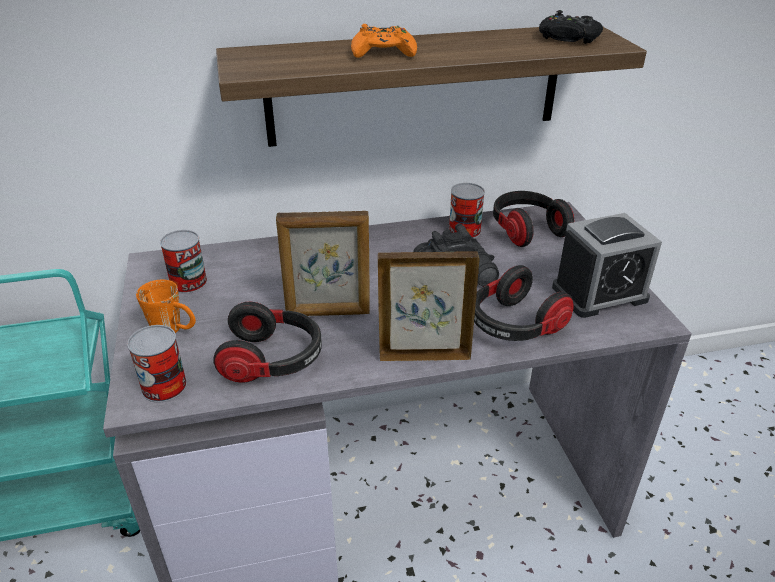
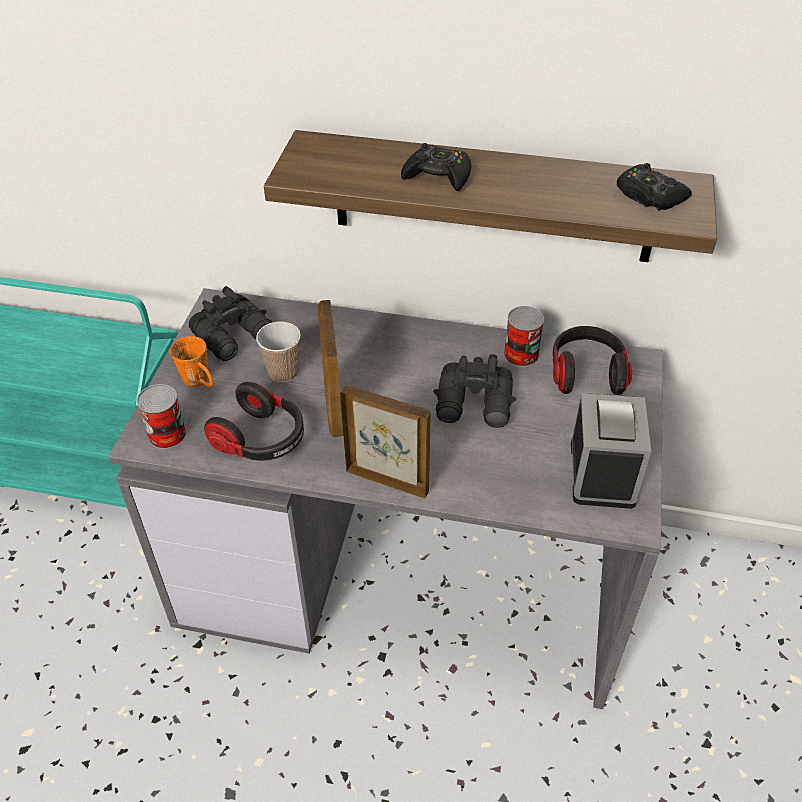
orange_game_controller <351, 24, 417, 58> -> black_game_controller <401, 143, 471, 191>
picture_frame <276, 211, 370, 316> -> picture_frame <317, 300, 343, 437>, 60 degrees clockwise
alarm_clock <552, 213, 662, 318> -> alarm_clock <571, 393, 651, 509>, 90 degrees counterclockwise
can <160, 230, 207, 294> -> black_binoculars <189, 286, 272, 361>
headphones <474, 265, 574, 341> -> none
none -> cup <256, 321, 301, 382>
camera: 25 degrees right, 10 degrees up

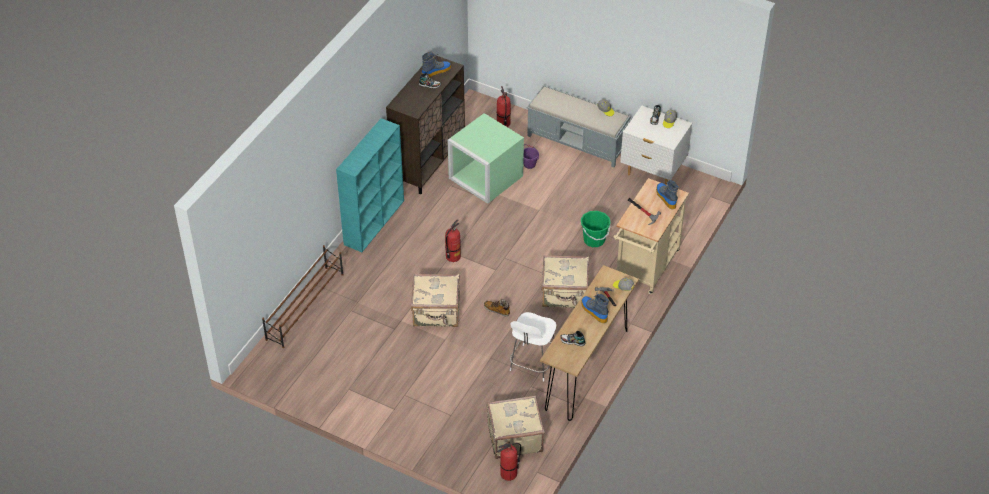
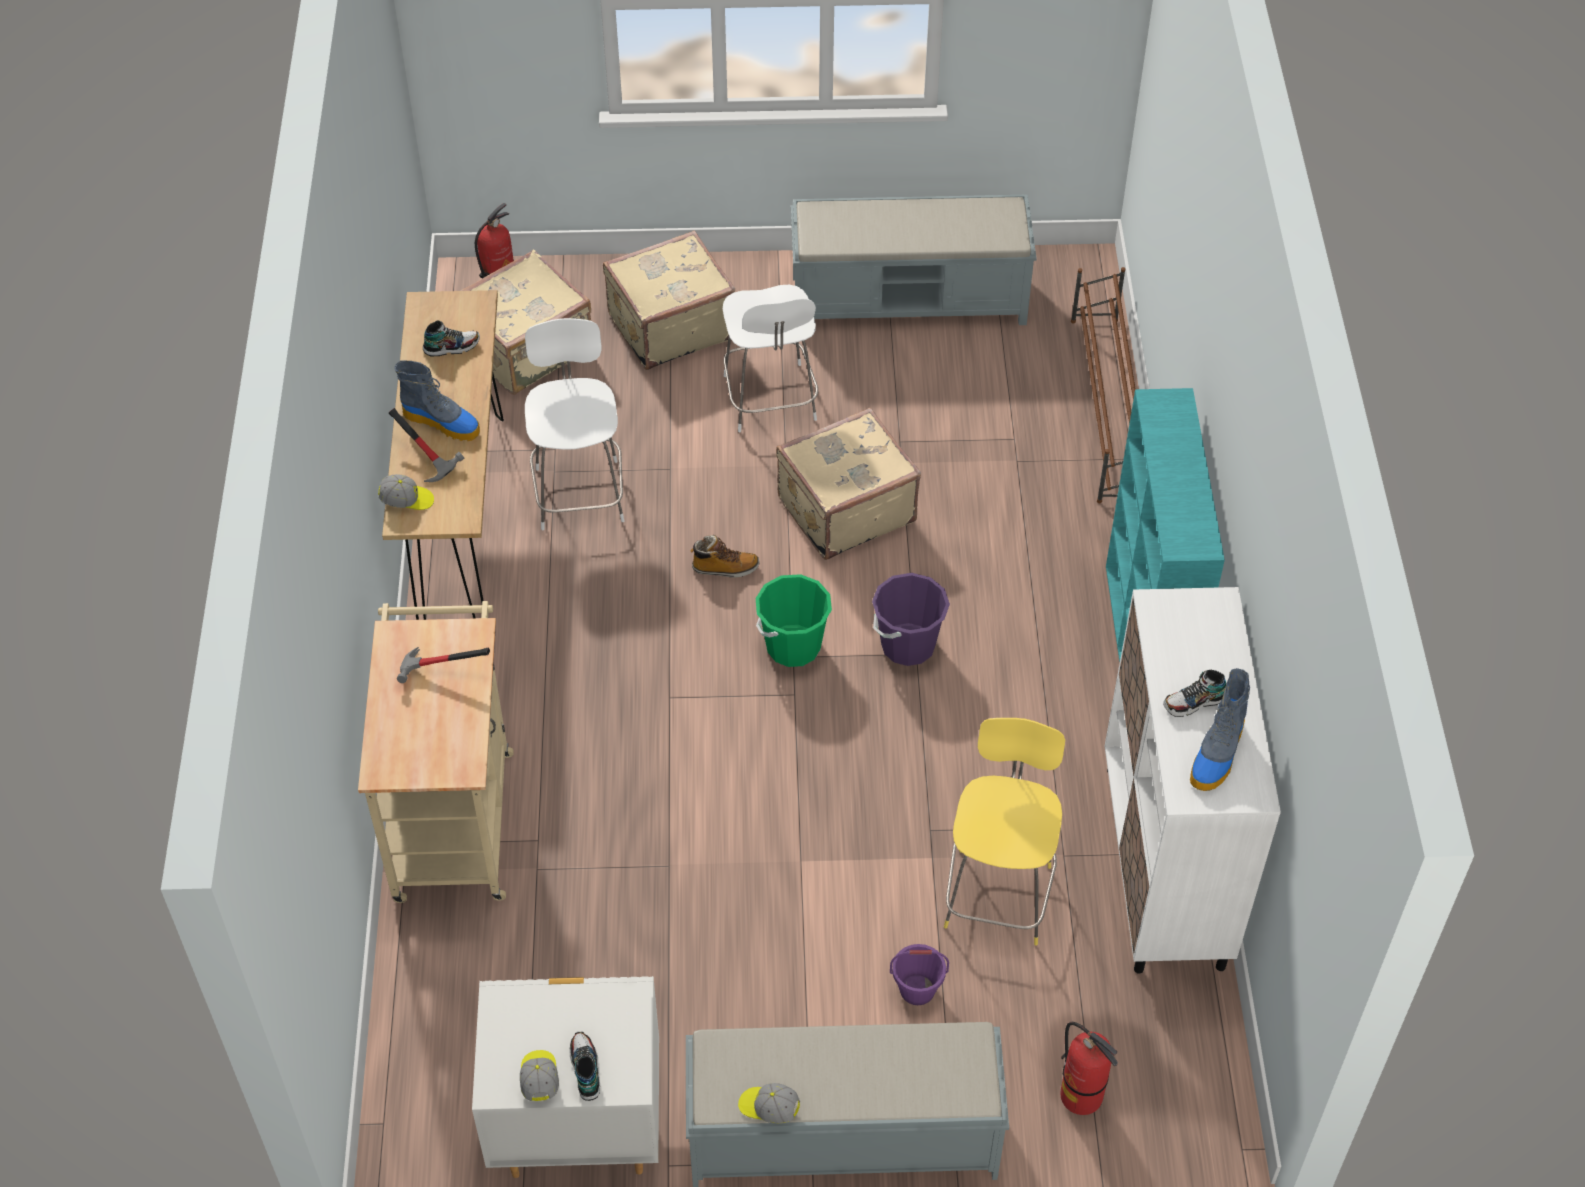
brown_cabinet <386, 56, 465, 194> -> white_cabinet <1105, 587, 1281, 974>
green_storage_box <448, 113, 524, 204> -> yellow_stool <944, 718, 1065, 946>
boot <656, 178, 679, 209> -> none
green_bucket <581, 211, 611, 247> -> green_bucket <756, 574, 832, 667>, shifted
fire_extinguisher <445, 219, 461, 262> -> purple_bucket <872, 573, 950, 666>
beige_suitcase <542, 255, 589, 308> -> beige_suitcase <603, 230, 735, 370>, shifted
none -> grey_bench <791, 194, 1037, 325>
none -> white_stool <723, 285, 818, 432>
camera: 150 degrees right, 5 degrees up

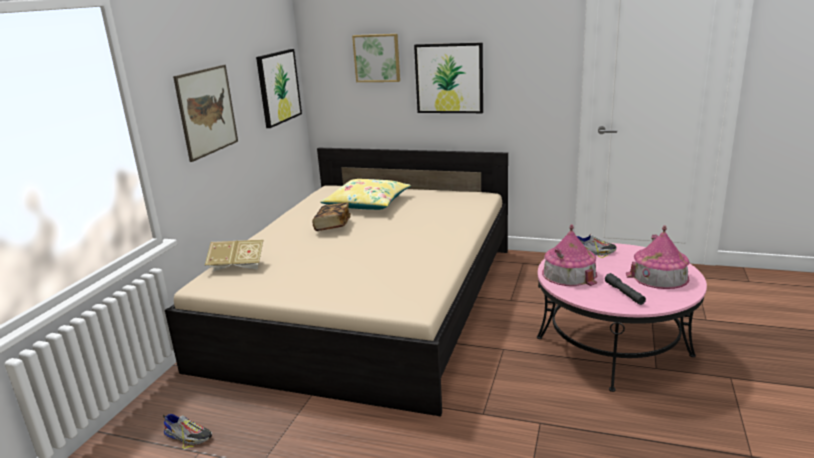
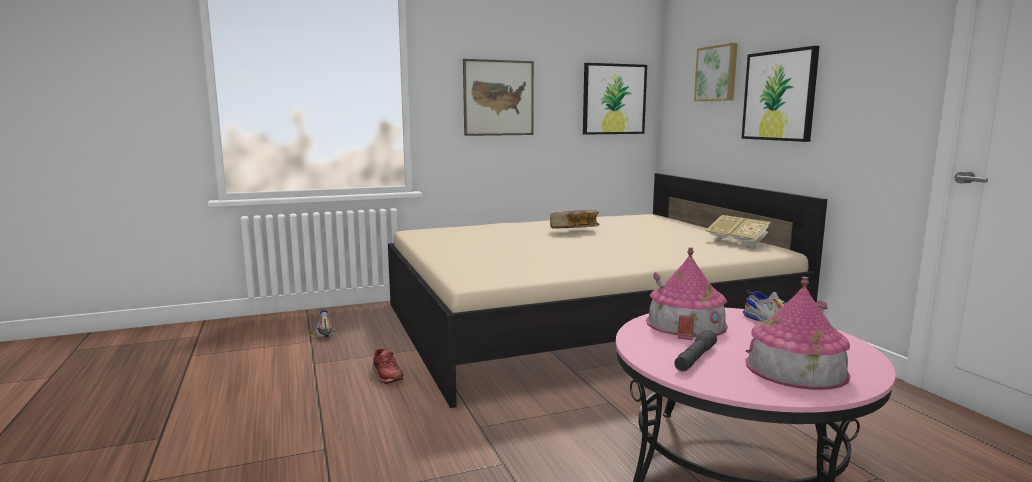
yellow_pillow <320, 179, 411, 210> -> none
book <205, 240, 263, 271> -> book <705, 215, 771, 248>, shifted
none -> red_shoe <373, 349, 403, 384>
camera: 50 degrees right, 10 degrees down

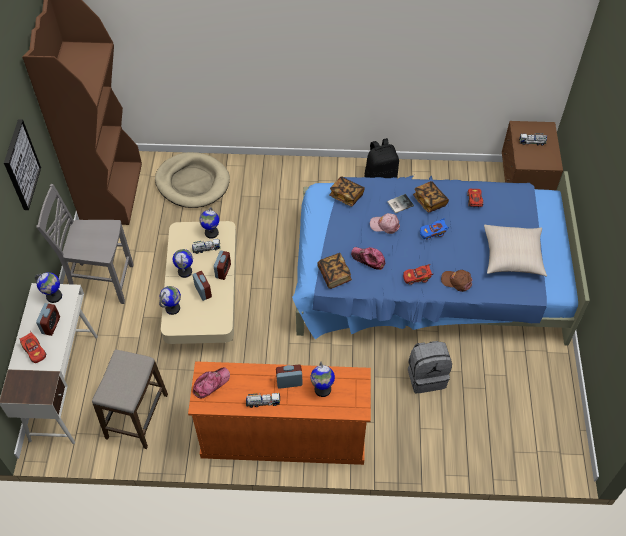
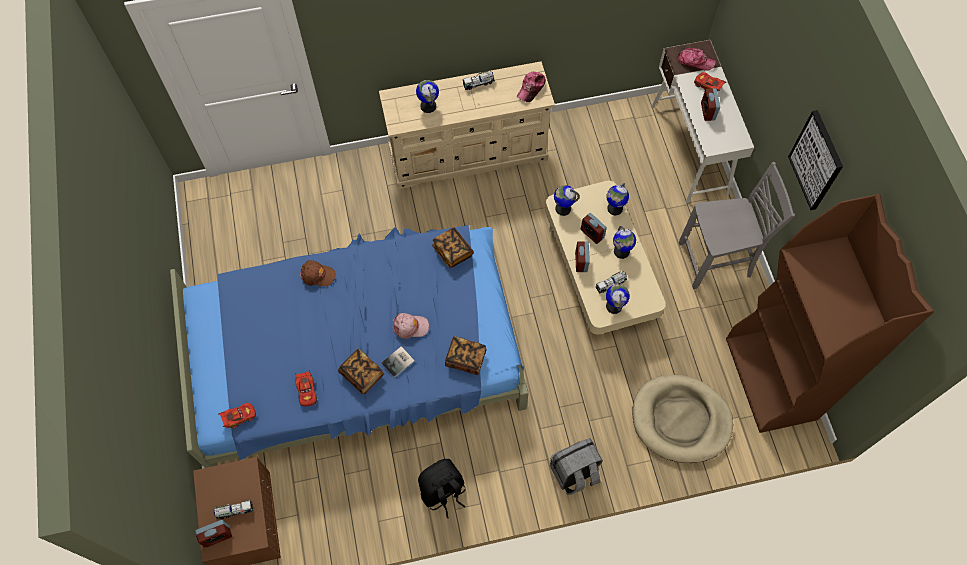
blue_toy_car <420, 218, 449, 240> -> none
beige_pillow <484, 225, 547, 277> -> none
cap <351, 247, 385, 270> -> cap <677, 48, 716, 71>, shifted
red_toy_car <403, 264, 433, 285> -> red_toy_car <219, 403, 256, 429>, shifted
globe <35, 272, 62, 303> -> globe <554, 185, 580, 216>, shifted
grey_backpack <408, 341, 452, 393> -> grey_backpack <550, 438, 603, 495>, shifted
stool <92, 350, 168, 449> -> none
orange_dresser <188, 361, 371, 465> -> beige_dresser <379, 61, 555, 189>
alarm_clock <276, 364, 302, 389> -> alarm_clock <195, 520, 232, 547>, shifted
camera: 165 degrees right, 10 degrees up

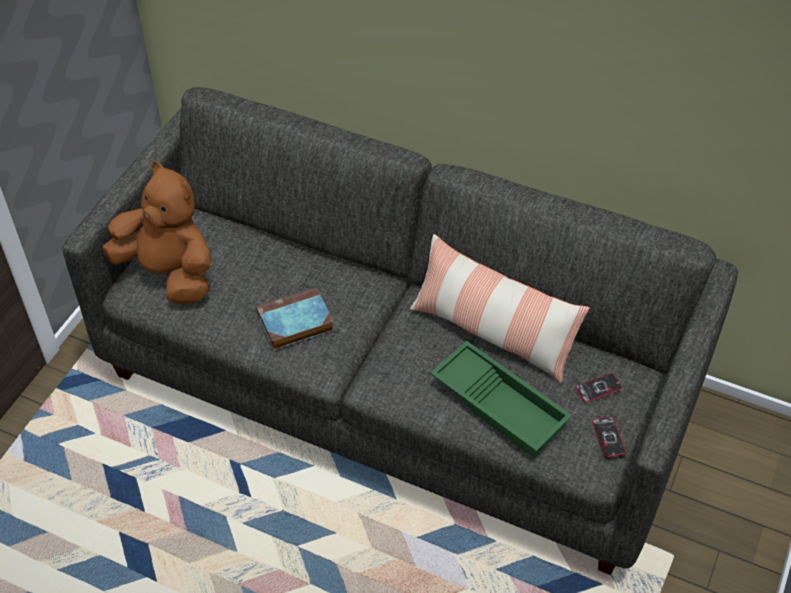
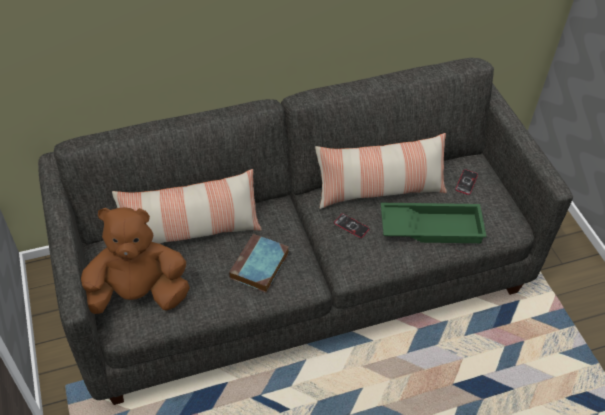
phone <592, 416, 627, 457> -> phone <334, 214, 369, 238>, shifted
none -> pillow <112, 169, 262, 244>
camera: 45 degrees left, 0 degrees up

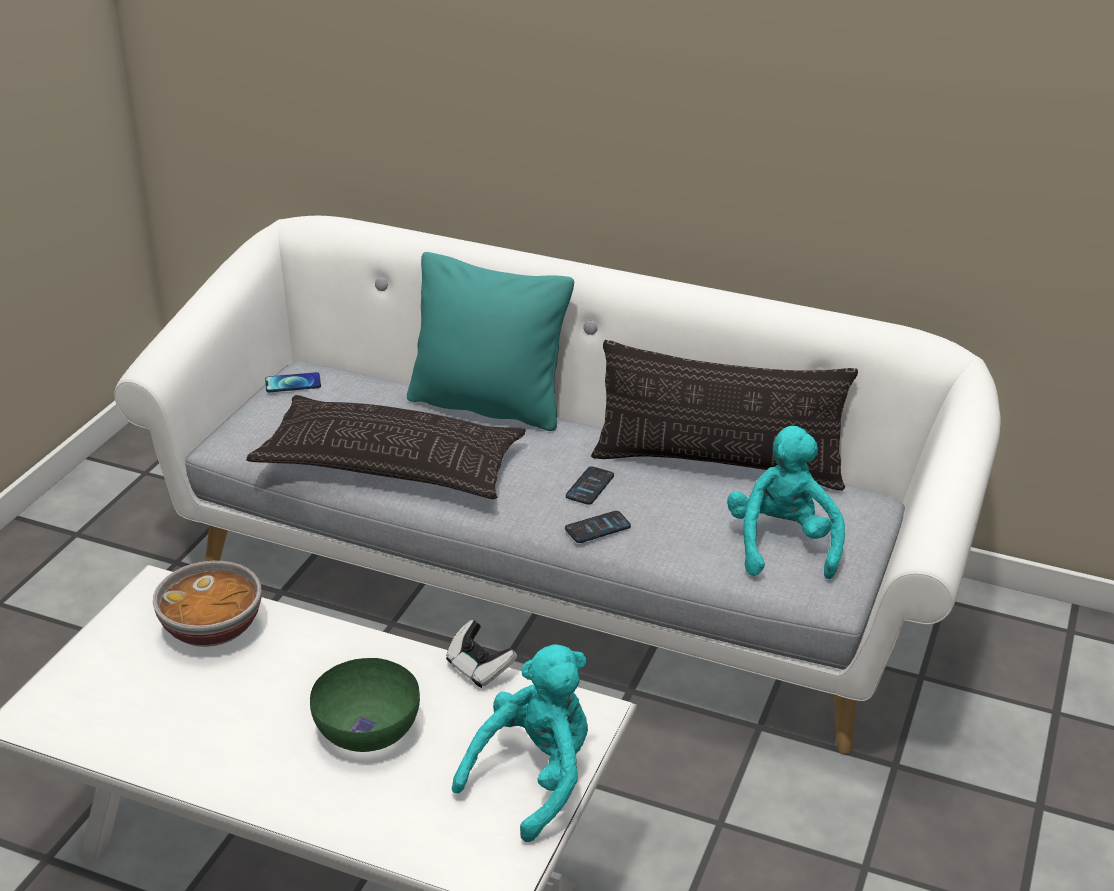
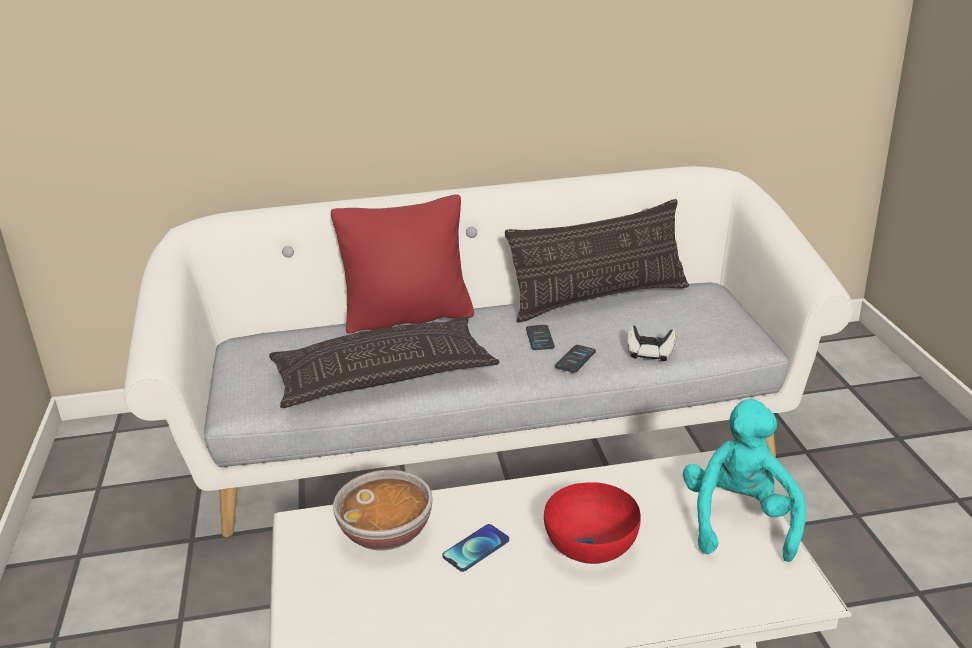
turquoise_pillow <407, 252, 574, 431> -> red_pillow <331, 194, 474, 334>
phone <265, 372, 321, 392> -> phone <442, 524, 509, 572>, shifted
turquoise_plush_toy <727, 426, 845, 579> -> none
game_controller <446, 620, 517, 688> -> game_controller <627, 326, 676, 361>, shifted
green_bowl <310, 658, 420, 752> -> red_bowl <544, 482, 641, 564>
camera: 30 degrees left, 5 degrees down

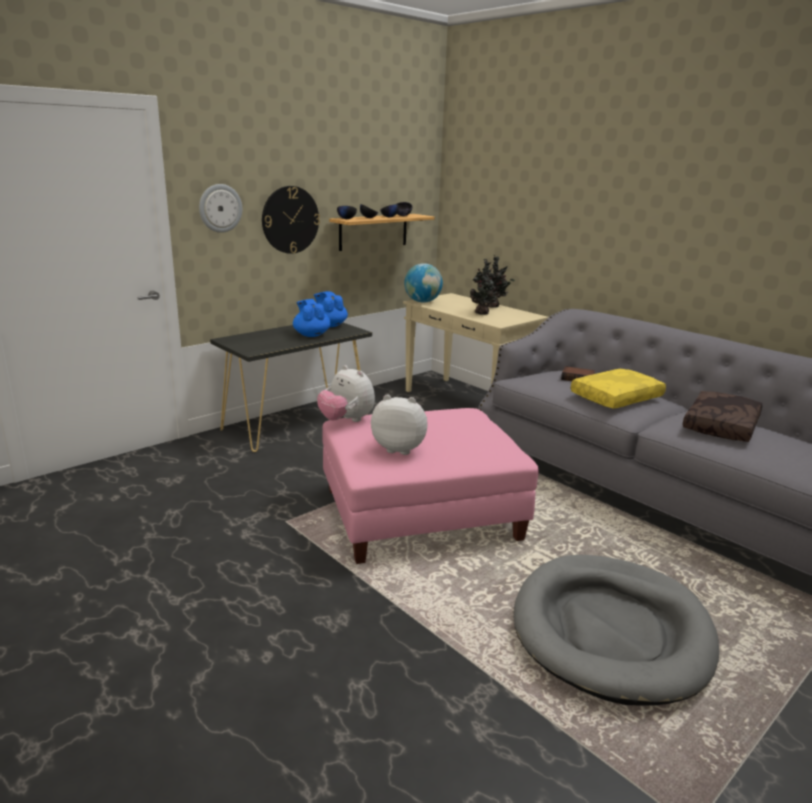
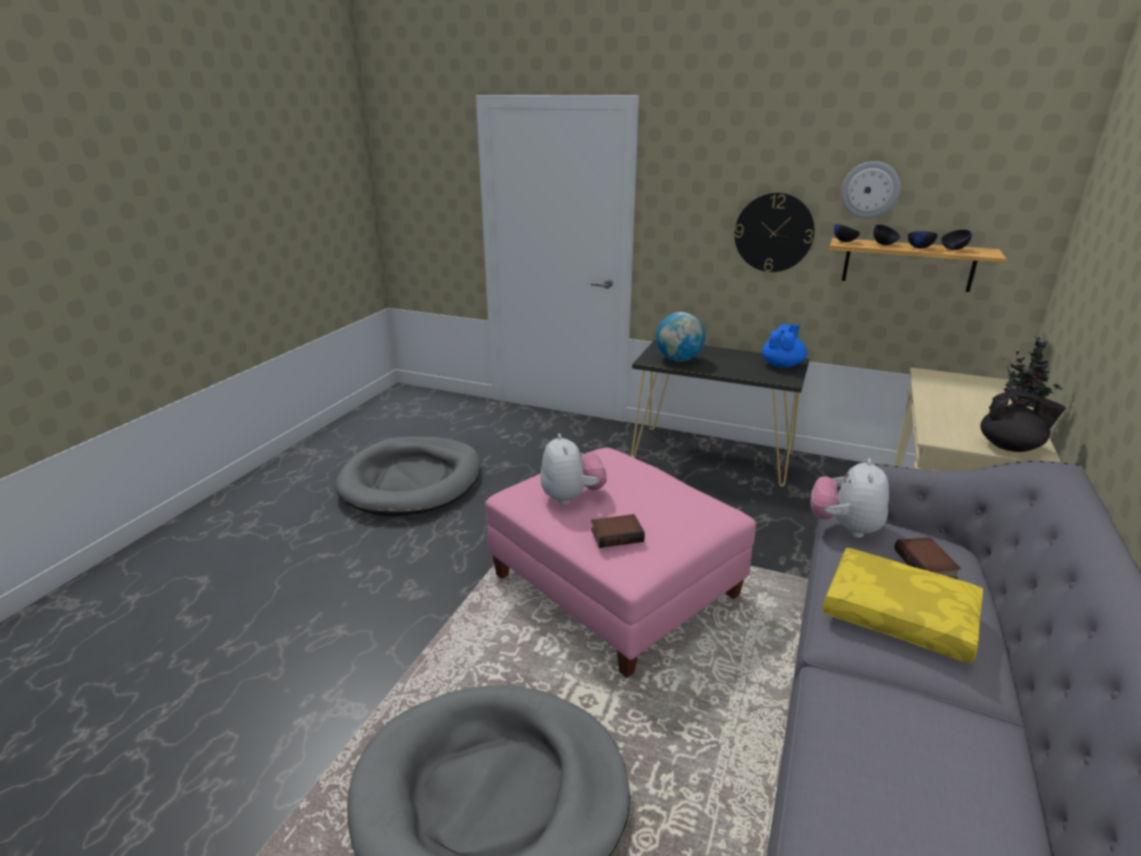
wall_clock <199, 184, 242, 233> -> wall_clock <841, 161, 901, 218>, shifted
potted_plant <470, 259, 498, 315> -> none
globe <404, 263, 443, 303> -> globe <656, 312, 705, 362>, shifted
blue_teapot <293, 299, 331, 337> -> none
plush_toy <317, 365, 375, 422> -> plush_toy <810, 458, 889, 538>, shifted
brown_pillow <683, 391, 762, 442> -> none
none -> black_teapot <980, 391, 1066, 452>
none -> grey_dog_bed <335, 436, 480, 516>
none -> book <591, 514, 645, 548>
camera: 65 degrees right, 5 degrees up

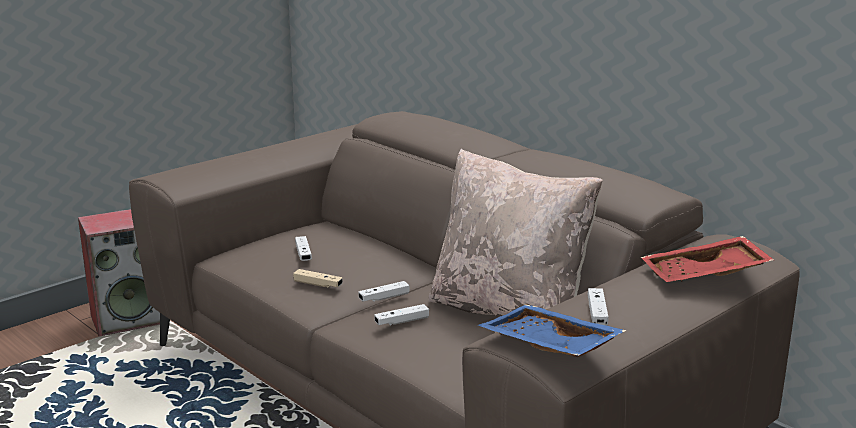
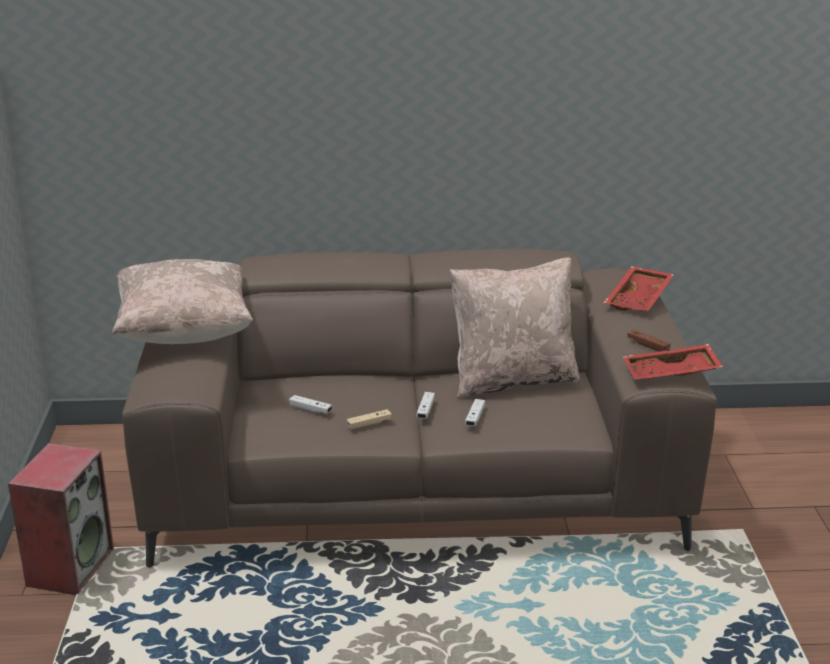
white_game_controller <588, 288, 609, 326> -> brown_game_controller <627, 329, 670, 351>
blue_tray <478, 305, 627, 357> -> red_tray <623, 344, 723, 380>
none -> beige_pillow <112, 259, 253, 344>
camera: 50 degrees left, 5 degrees up

